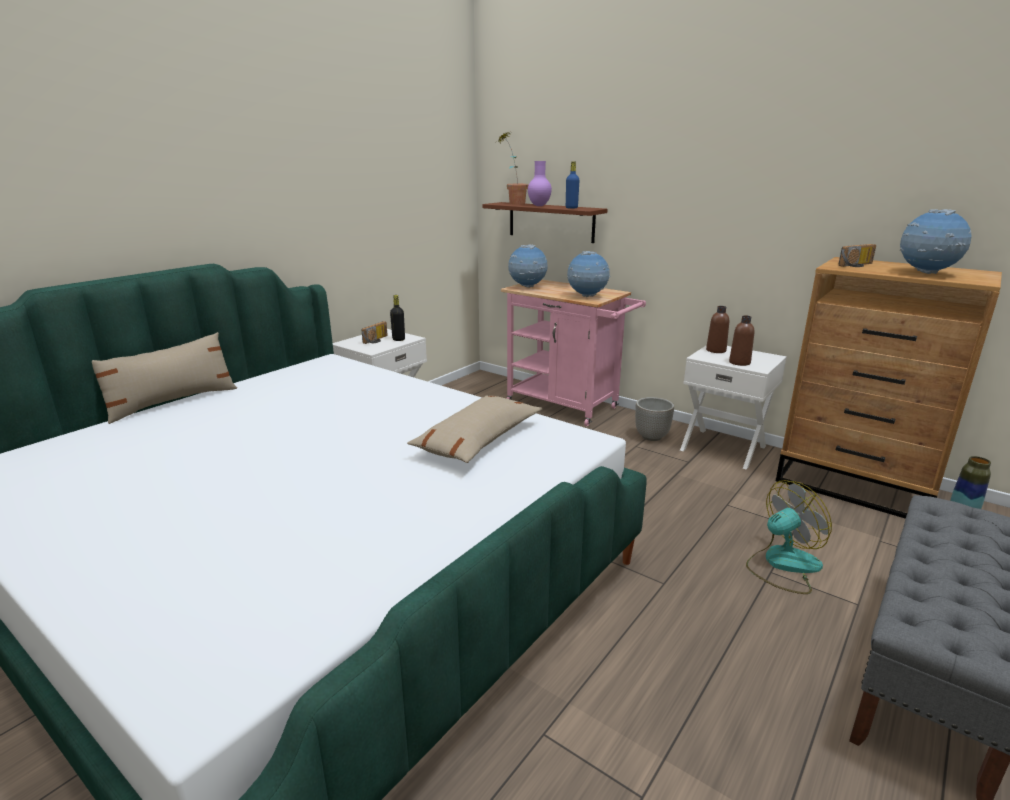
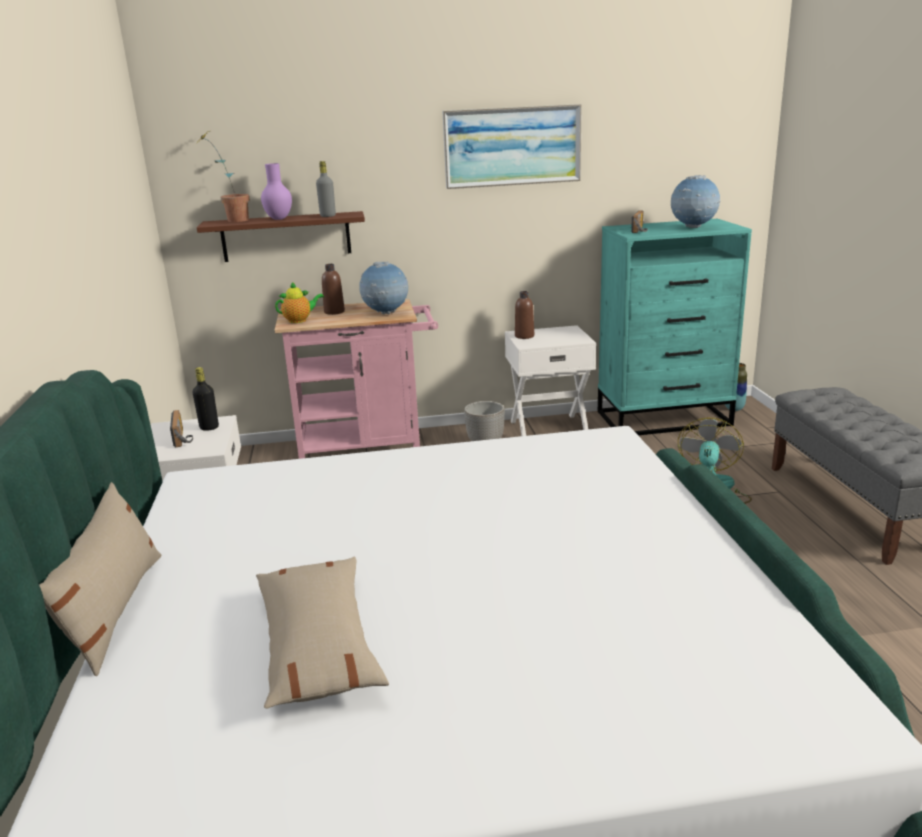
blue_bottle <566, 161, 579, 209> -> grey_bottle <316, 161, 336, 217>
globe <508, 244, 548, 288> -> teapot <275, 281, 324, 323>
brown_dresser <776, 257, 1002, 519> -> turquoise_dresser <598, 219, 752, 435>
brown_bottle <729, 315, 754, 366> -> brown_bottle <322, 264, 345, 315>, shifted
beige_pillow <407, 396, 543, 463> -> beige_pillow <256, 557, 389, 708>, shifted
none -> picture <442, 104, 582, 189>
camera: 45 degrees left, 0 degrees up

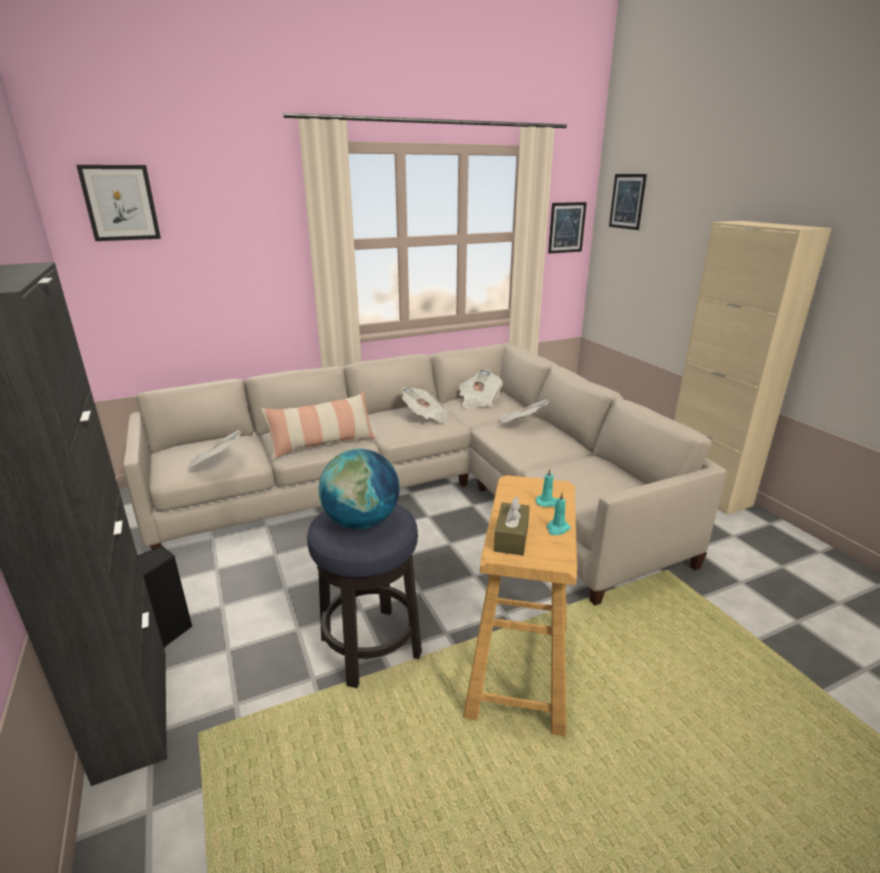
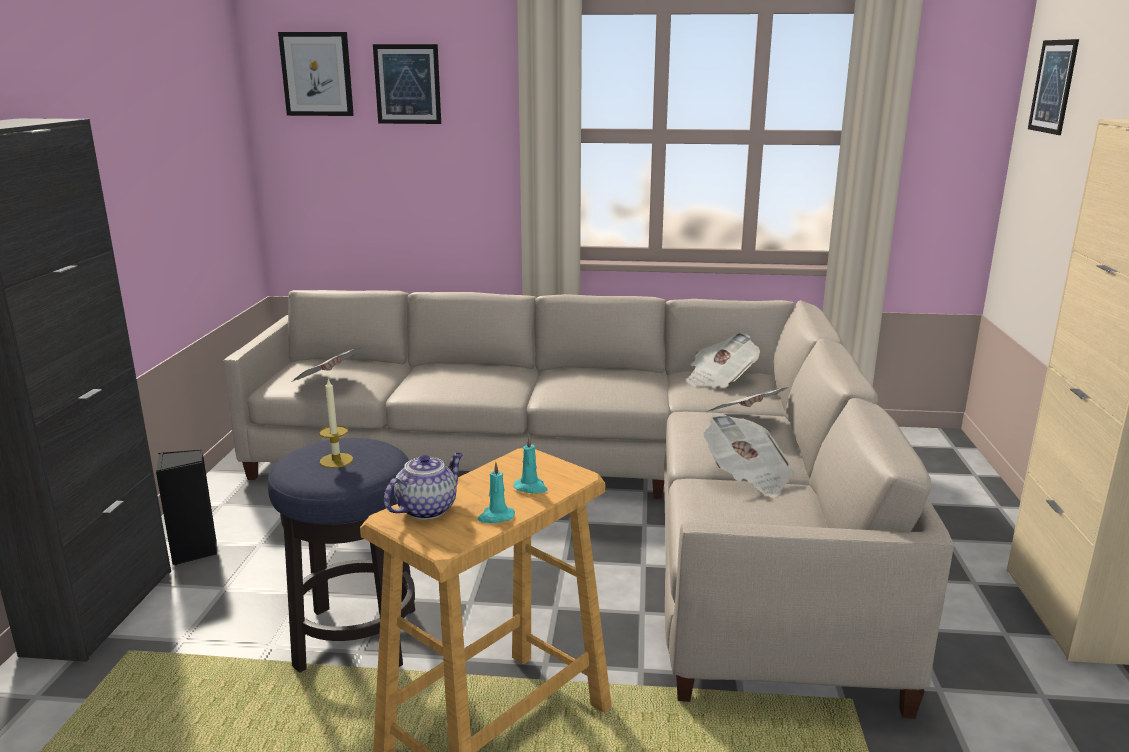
picture <548, 202, 587, 254> -> picture <373, 44, 441, 124>, shifted
newspaper <402, 387, 448, 424> -> newspaper <704, 414, 795, 498>, shifted
pillow <261, 392, 375, 460> -> none
globe <319, 449, 400, 529> -> candle <319, 378, 353, 468>
brown_tissue_box <494, 497, 530, 555> -> teapot <384, 453, 463, 520>
camera: 30 degrees right, 5 degrees down

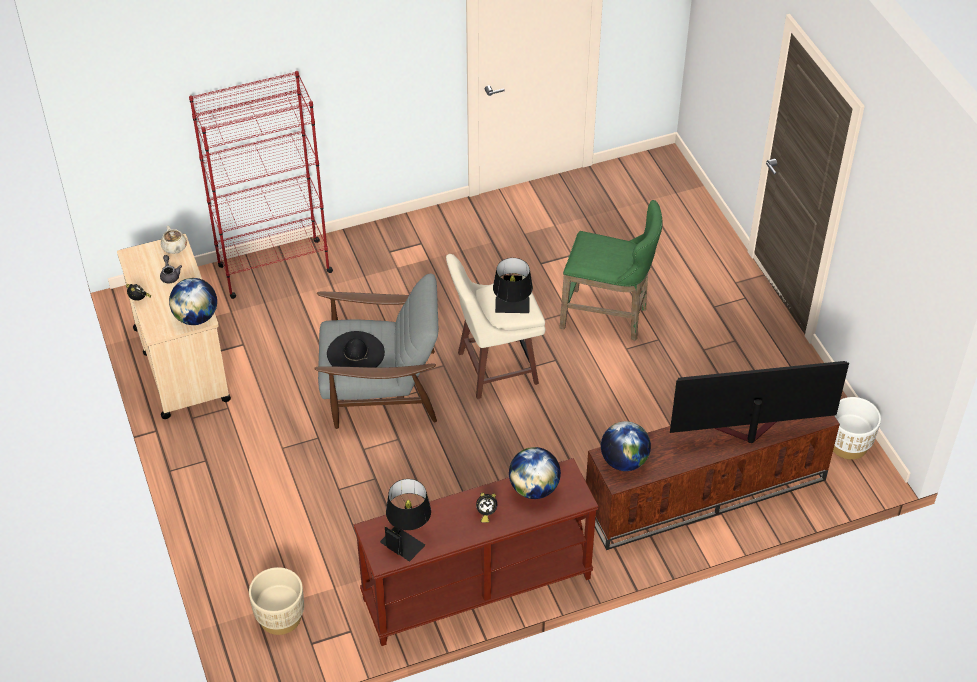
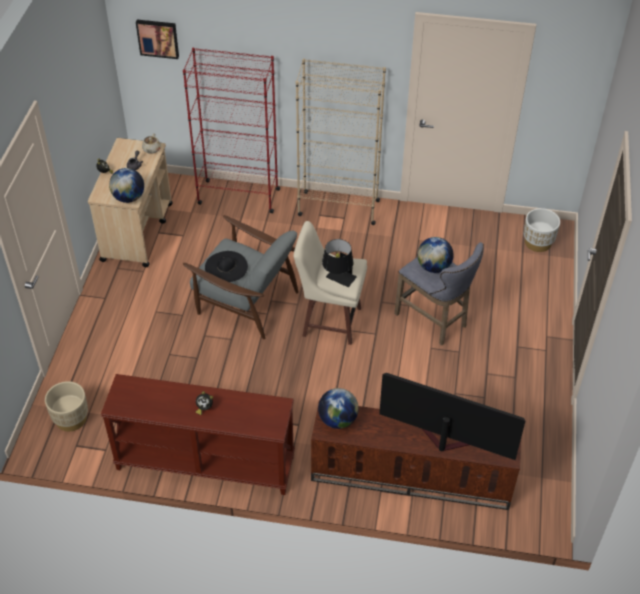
green_stool <559, 200, 662, 341> -> grey_stool <394, 242, 484, 345>
white_planter <833, 397, 881, 459> -> white_planter <524, 208, 560, 252>, shifted
globe <509, 447, 561, 499> -> globe <417, 237, 454, 273>, shifted
black_table_lamp <380, 479, 431, 561> -> none
none -> picture <136, 20, 179, 59>
none -> beige_bookcase <296, 59, 386, 225>
camera: 30 degrees right, 0 degrees up

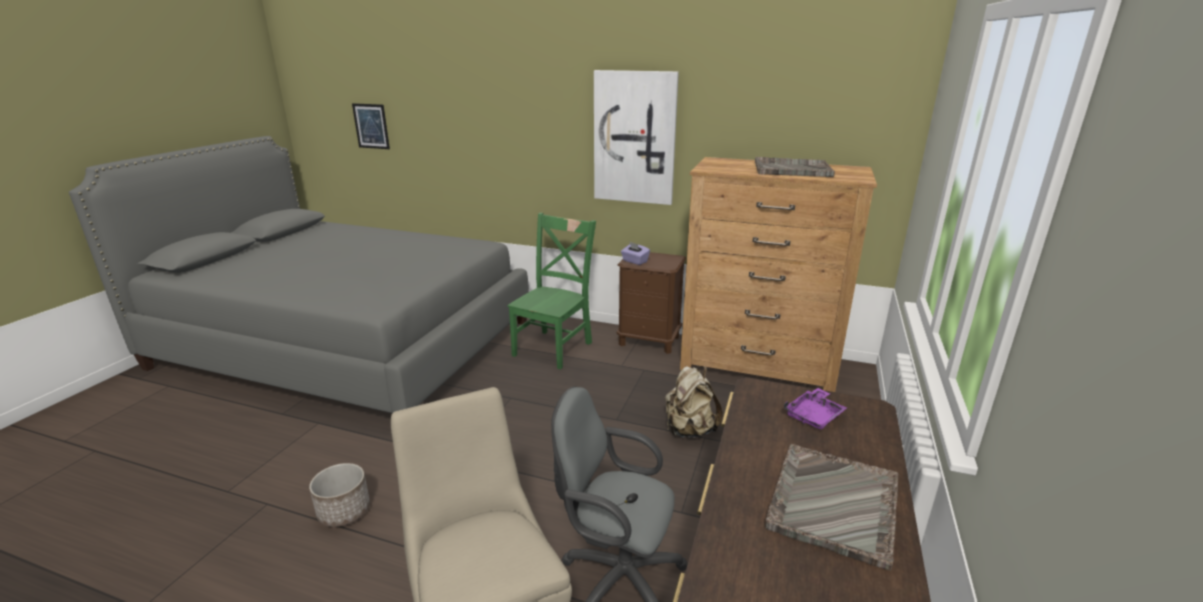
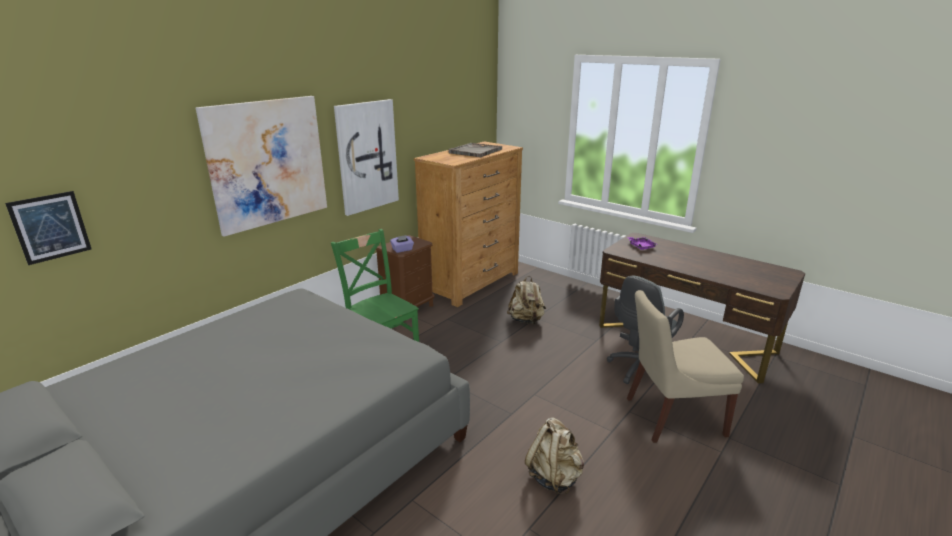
grey_tray <765, 444, 898, 571> -> none
planter <309, 463, 370, 527> -> beige_backpack <525, 417, 584, 495>
none -> picture <196, 96, 327, 237>
camera: 70 degrees left, 0 degrees up

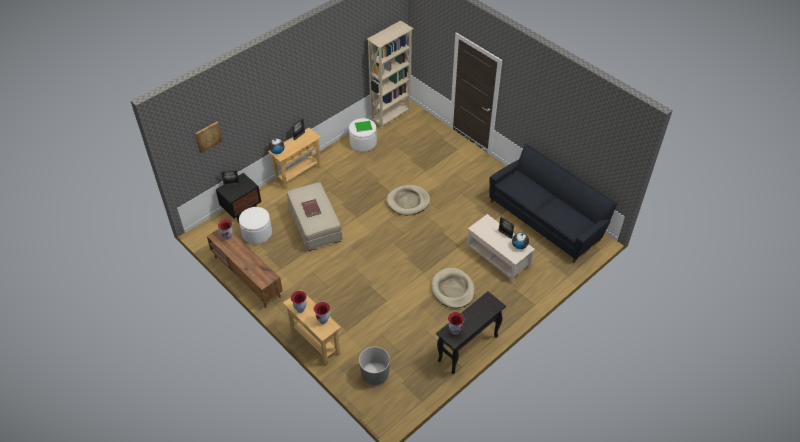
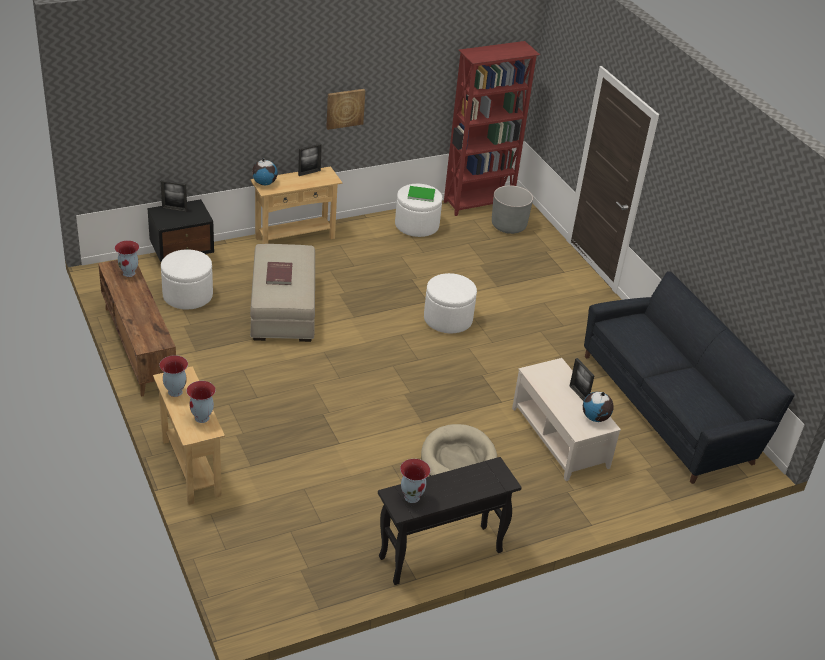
beige_bookcase <367, 20, 414, 129> -> red_bookcase <444, 41, 540, 216>
picture <195, 122, 222, 153> -> picture <326, 89, 365, 130>, shifted
beige_dog_bed <387, 185, 430, 215> -> white_ottoman <424, 273, 477, 333>
grey_planter <359, 347, 390, 385> -> grey_planter <492, 185, 533, 234>, shifted
camera: 15 degrees right, 10 degrees down

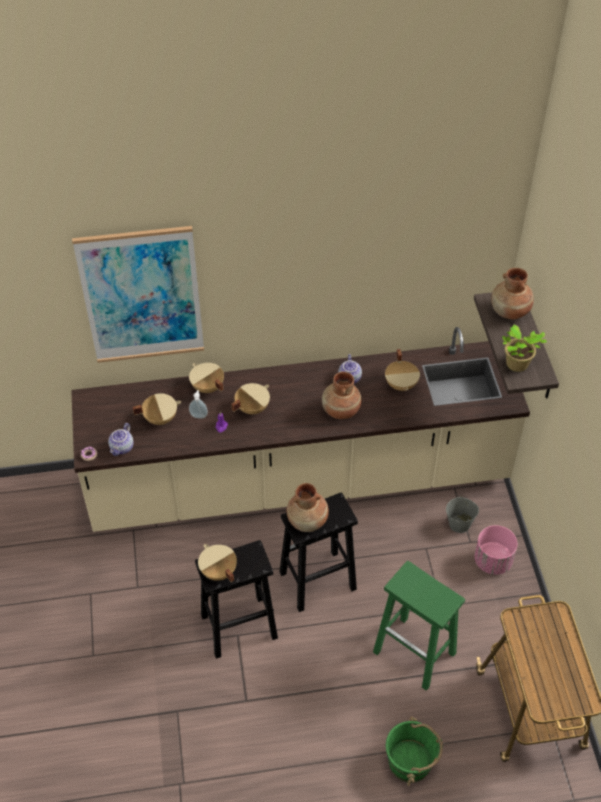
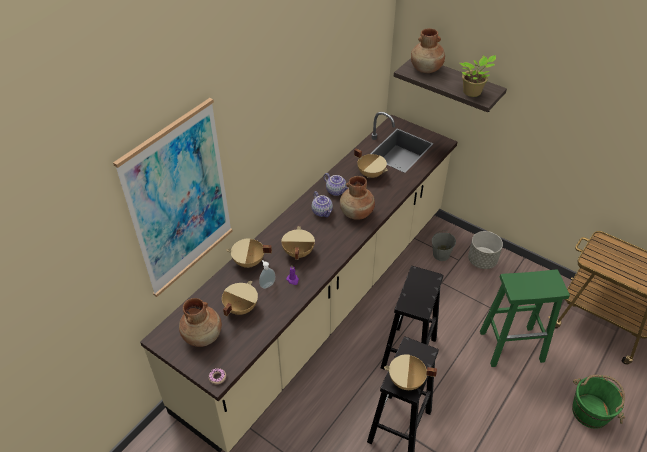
teapot <108, 423, 134, 456> -> teapot <312, 191, 333, 217>, shifted
brown_vase <286, 483, 329, 532> -> brown_vase <179, 298, 222, 347>, shifted
pink_planter <475, 525, 517, 575> -> grey_planter <468, 231, 503, 269>
camera: 45 degrees left, 5 degrees down

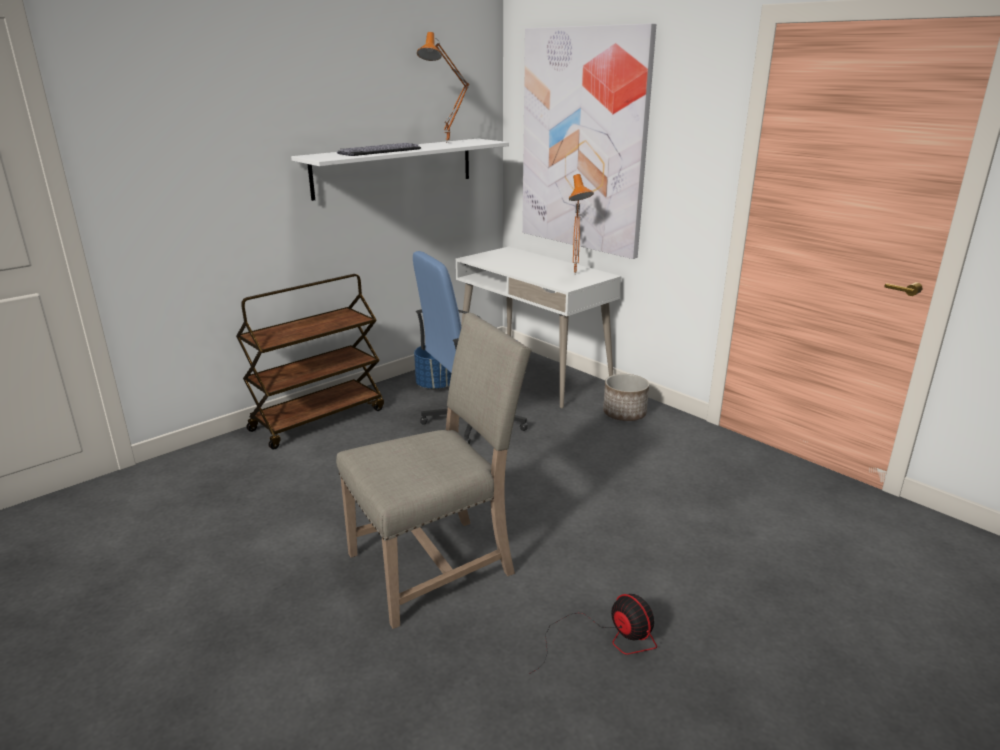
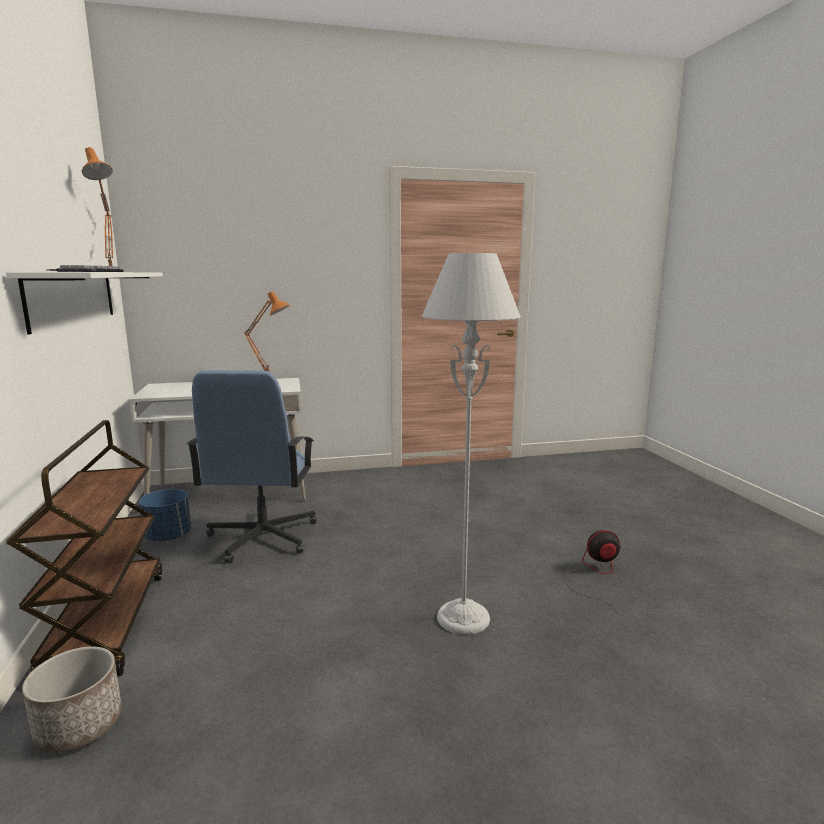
picture <522, 23, 656, 259> -> none
beige_chair <336, 313, 532, 629> -> grey_floor_lamp <422, 253, 521, 635>
planter <603, 374, 649, 421> -> planter <22, 646, 122, 753>, shifted
camera: 60 degrees left, 10 degrees down

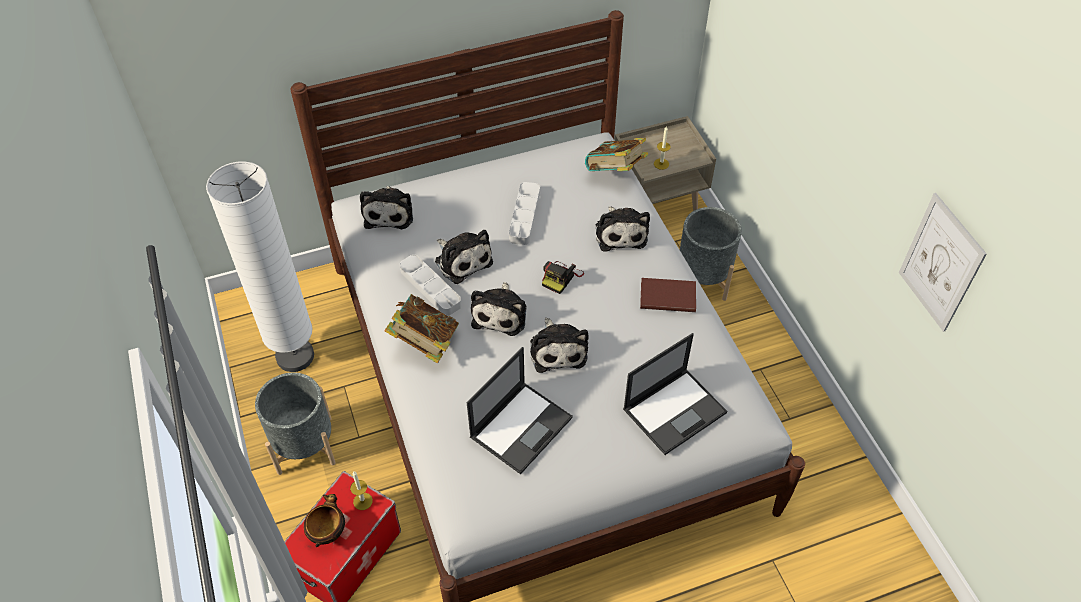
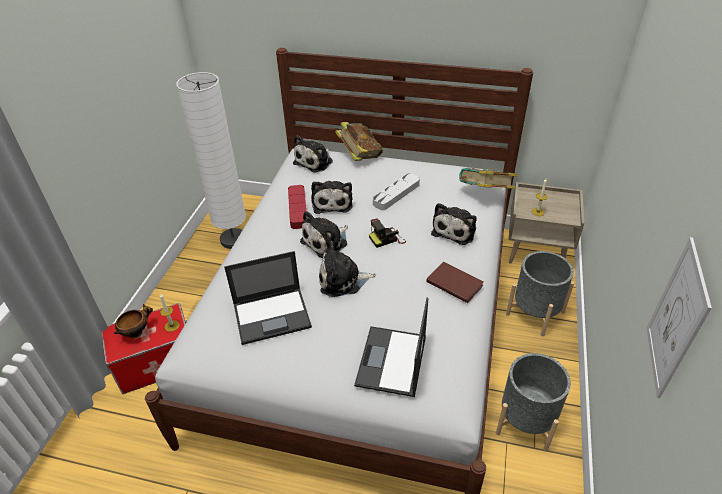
grey_tray <400, 255, 461, 316> -> red_tray <288, 185, 306, 229>
book <384, 294, 459, 363> -> book <335, 122, 383, 161>, shifted
plush_toy <530, 318, 589, 373> -> plush_toy <319, 241, 376, 297>, 60 degrees clockwise
laptop <623, 333, 727, 455> -> laptop <354, 297, 428, 397>, 105 degrees clockwise
grey_planter <255, 373, 336, 475> -> grey_planter <496, 353, 571, 451>, shifted
camera: 35 degrees right, 10 degrees down

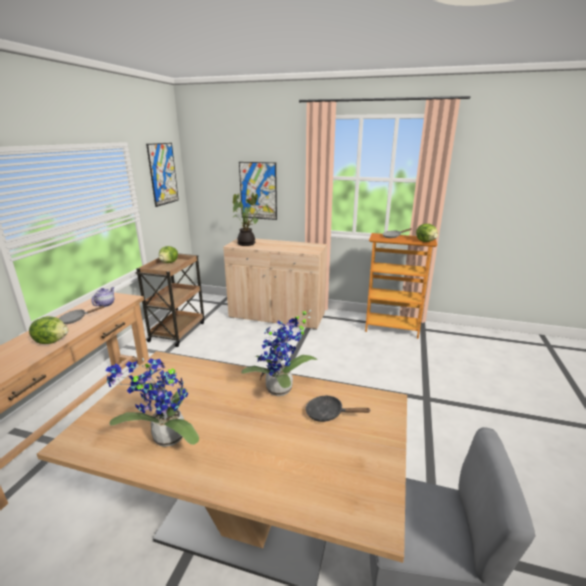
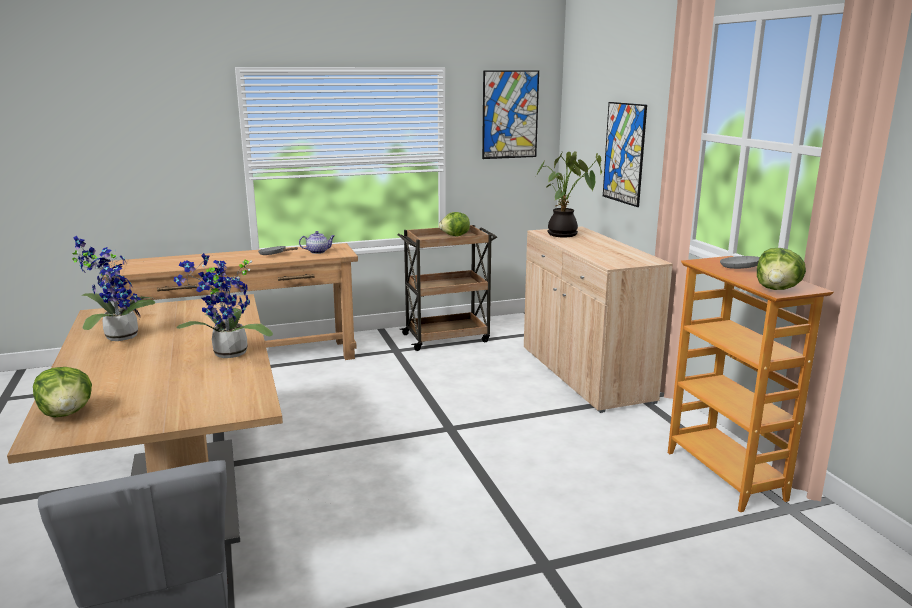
lettuce <29, 316, 68, 344> -> lettuce <33, 367, 92, 417>, shifted
black_frying_pan <305, 395, 371, 422> -> none
camera: 55 degrees right, 5 degrees down

